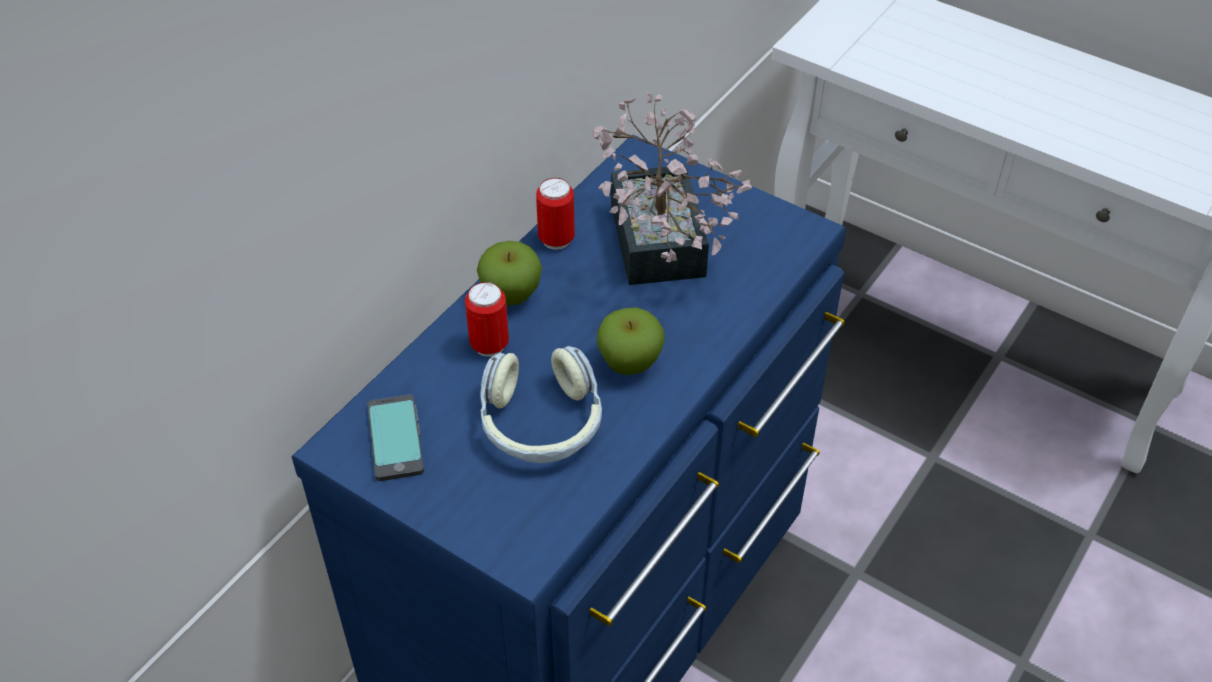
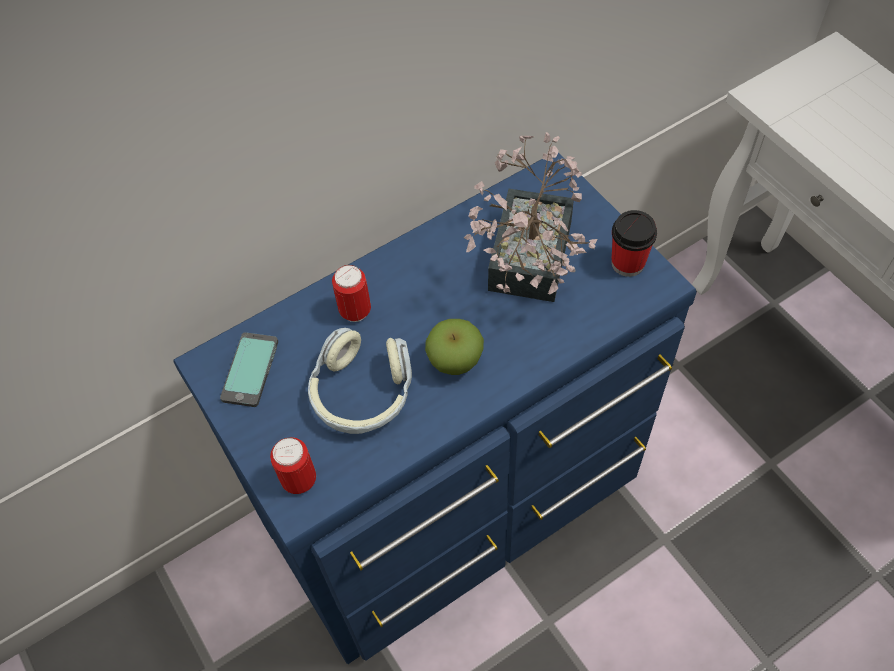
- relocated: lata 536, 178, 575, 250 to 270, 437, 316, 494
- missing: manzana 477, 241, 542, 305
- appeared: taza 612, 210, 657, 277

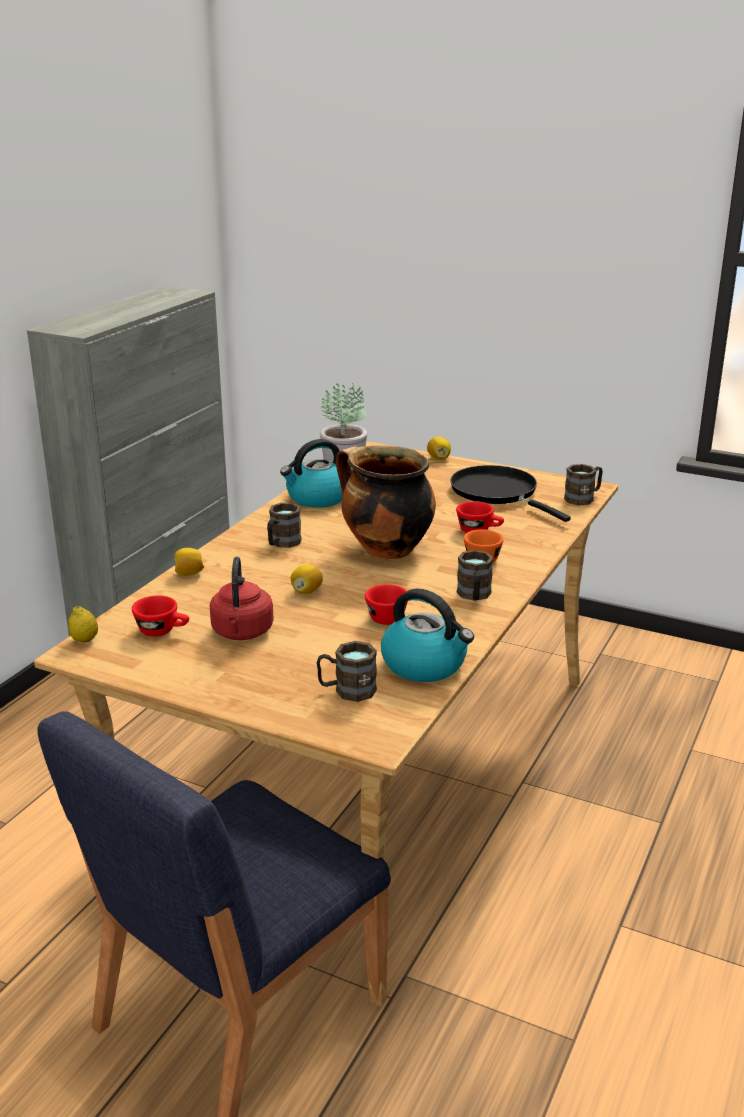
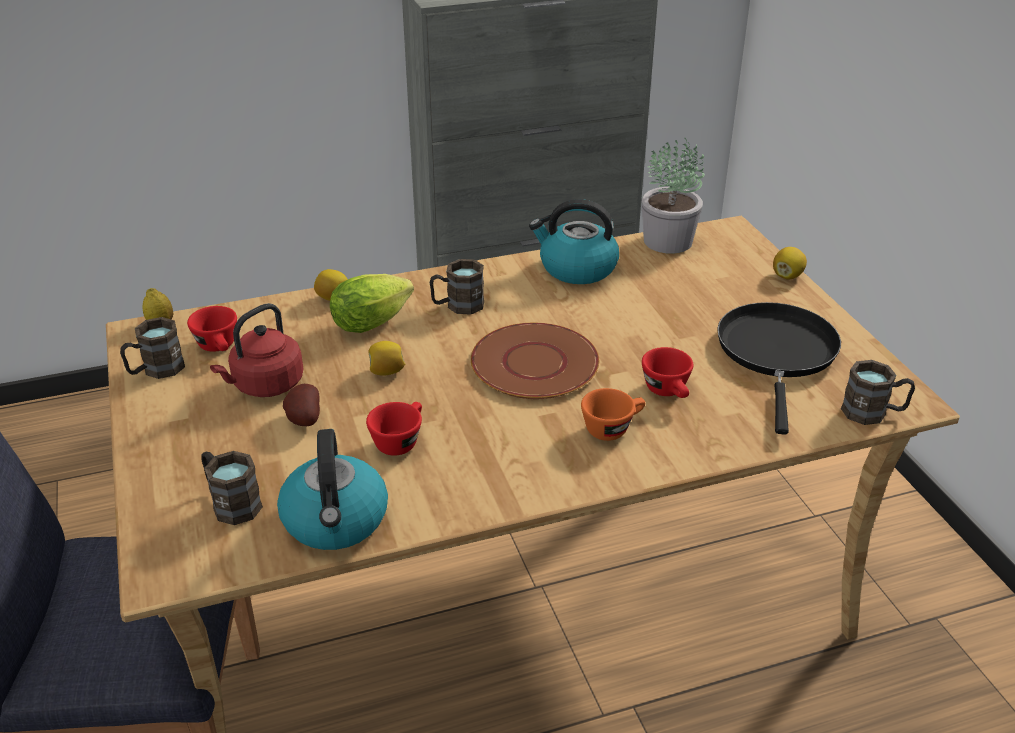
- exchanged: olla 336, 446, 436, 559 to plato/marrón 471, 323, 599, 399
- relocated: taza grande/marrón 457, 550, 493, 601 to 120, 317, 185, 379
- appeared: lechuga 330, 274, 414, 333
- appeared: patata 283, 384, 320, 426

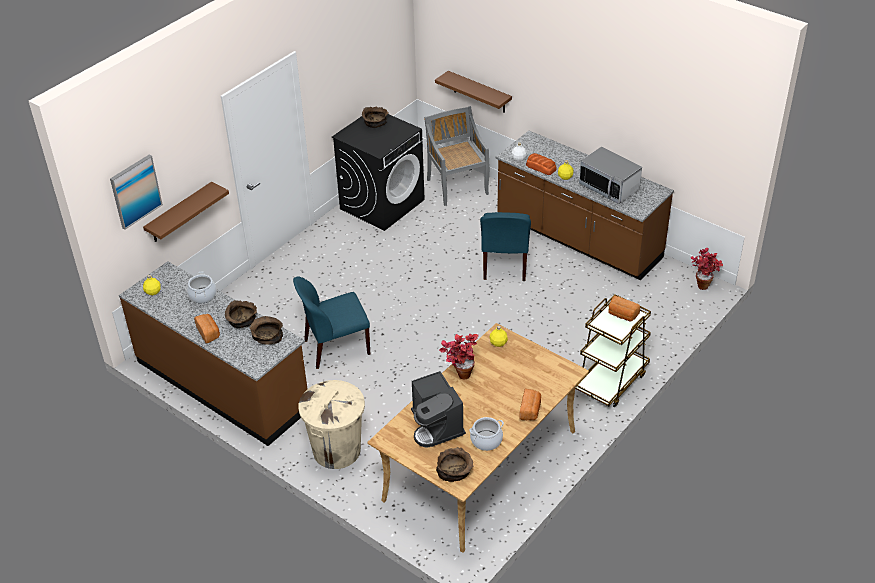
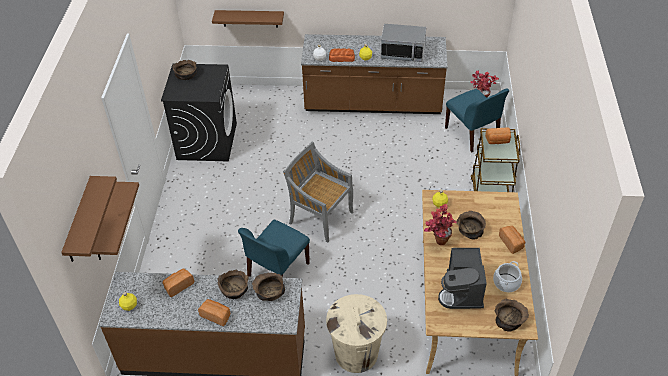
- relocated: silla/gris 424, 106, 490, 206 to 283, 142, 353, 243
- exchanged: cuadro 110, 155, 163, 229 to estante/marrón 61, 176, 117, 262
- relocated: silla/azul 480, 212, 531, 281 to 445, 89, 509, 153
- exchanged: olla 187, 272, 217, 303 to pan 163, 268, 194, 297
- spun: cafetera 411, 371, 466, 448 = 438, 248, 487, 309 60 degrees clockwise
- appeared: cuenco/marrón 457, 211, 486, 239

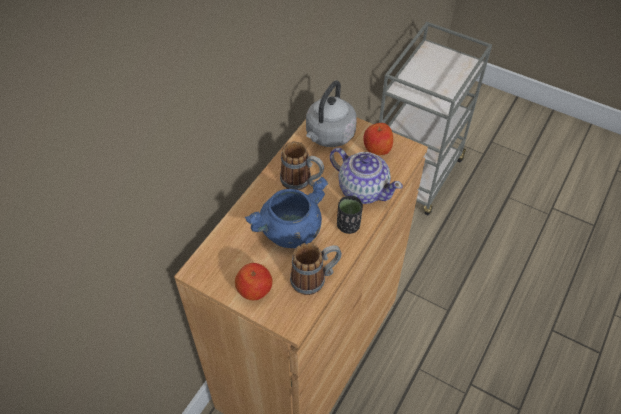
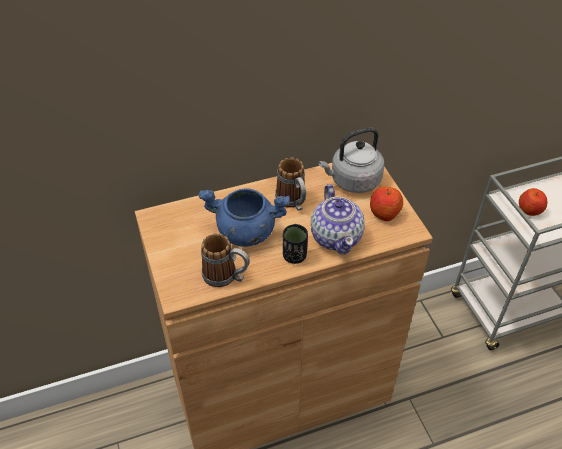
- relocated: manzana 235, 263, 273, 301 to 519, 188, 547, 216

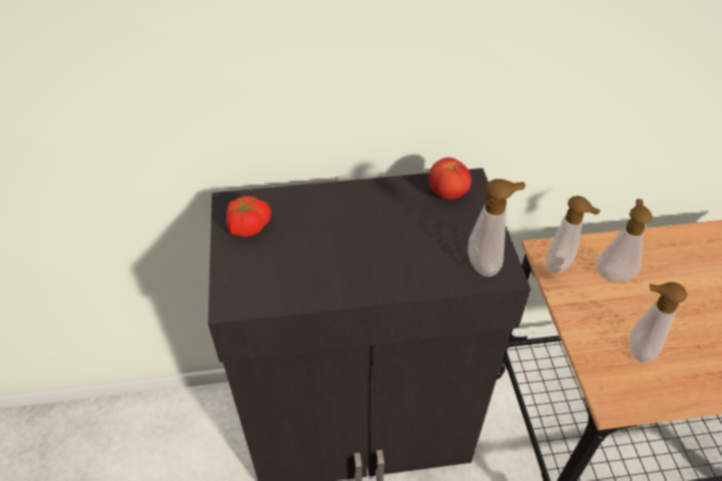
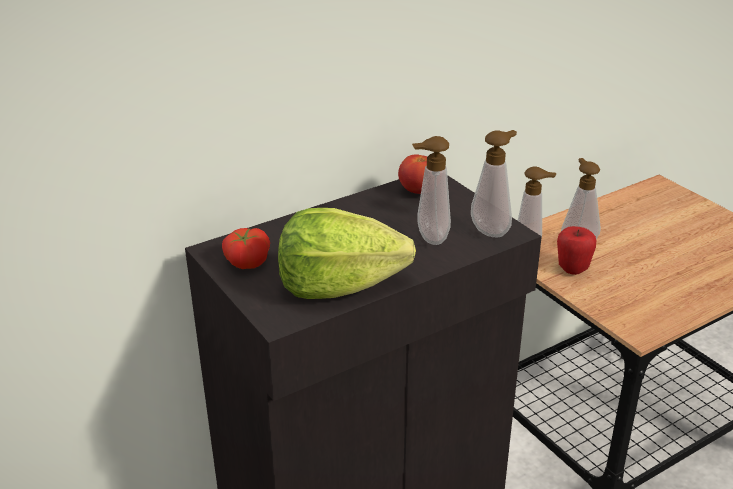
- relocated: dispensador de jabón 629, 282, 687, 363 to 412, 136, 451, 245
- appeared: lechuga 278, 208, 416, 299
- appeared: manzana 557, 226, 596, 275

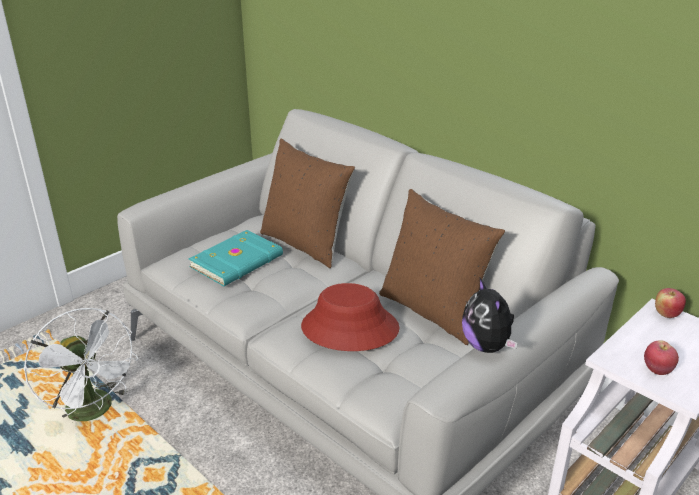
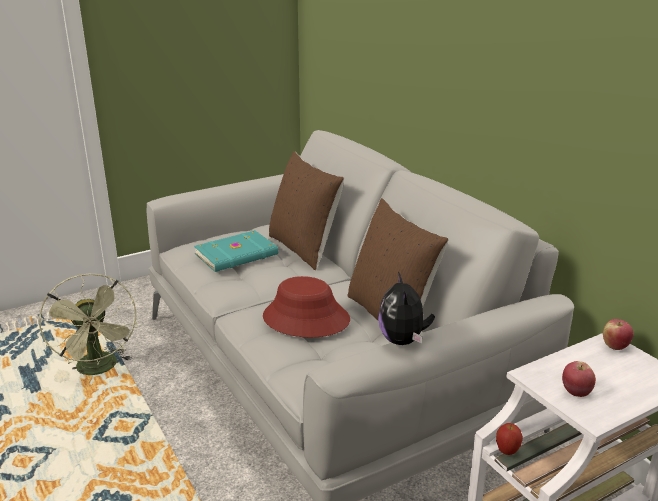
- colour: ventilador/blanco 24, 308, 139, 424 to ventilador/verde 39, 274, 138, 375
- appeared: manzana 496, 423, 523, 455

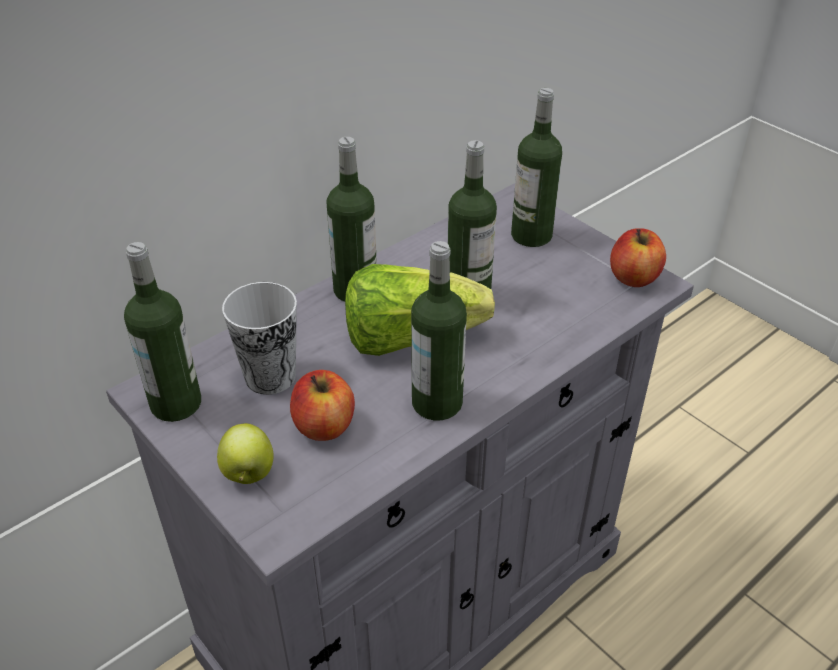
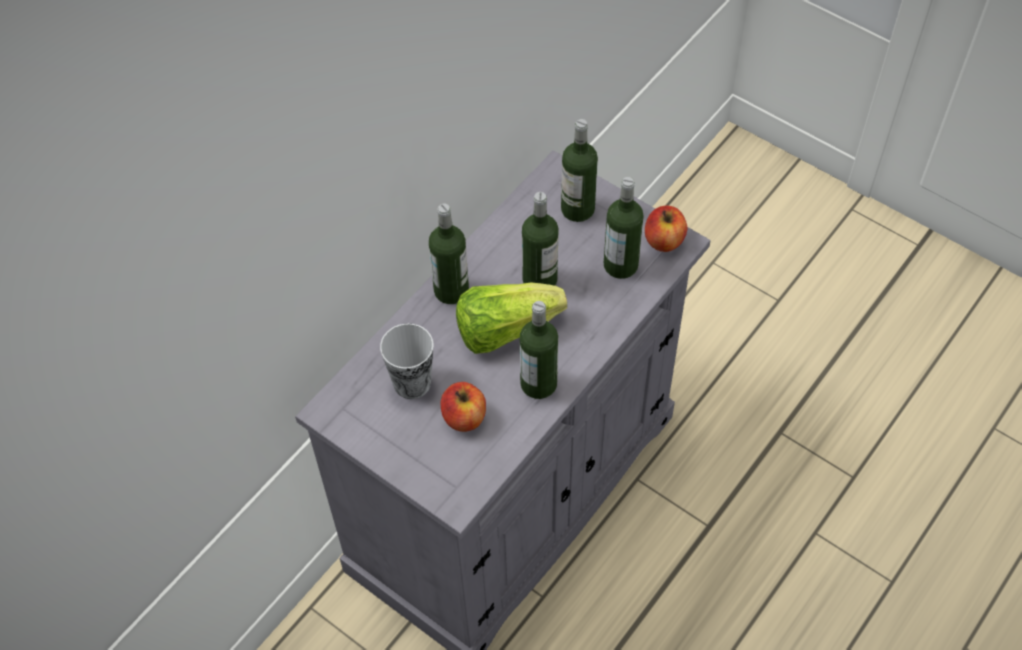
- relocated: botella 124, 242, 201, 422 to 604, 177, 644, 279
- missing: manzana 217, 423, 274, 484

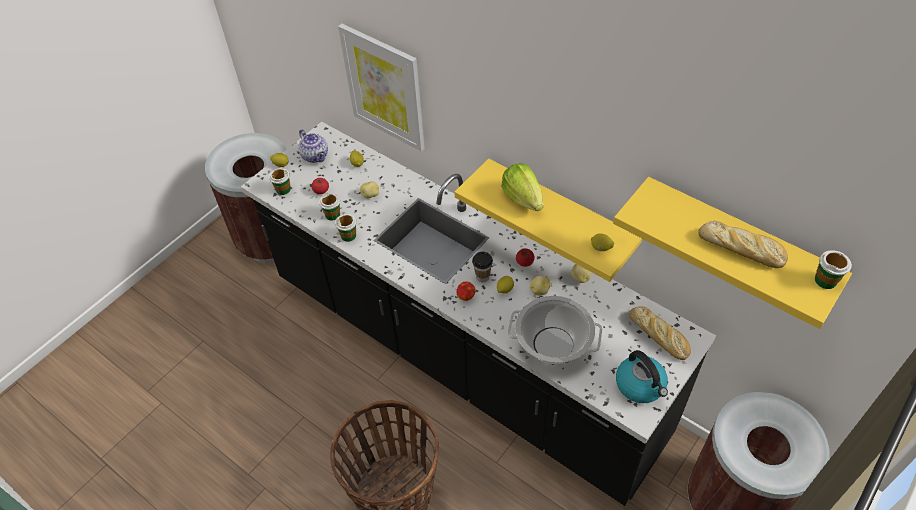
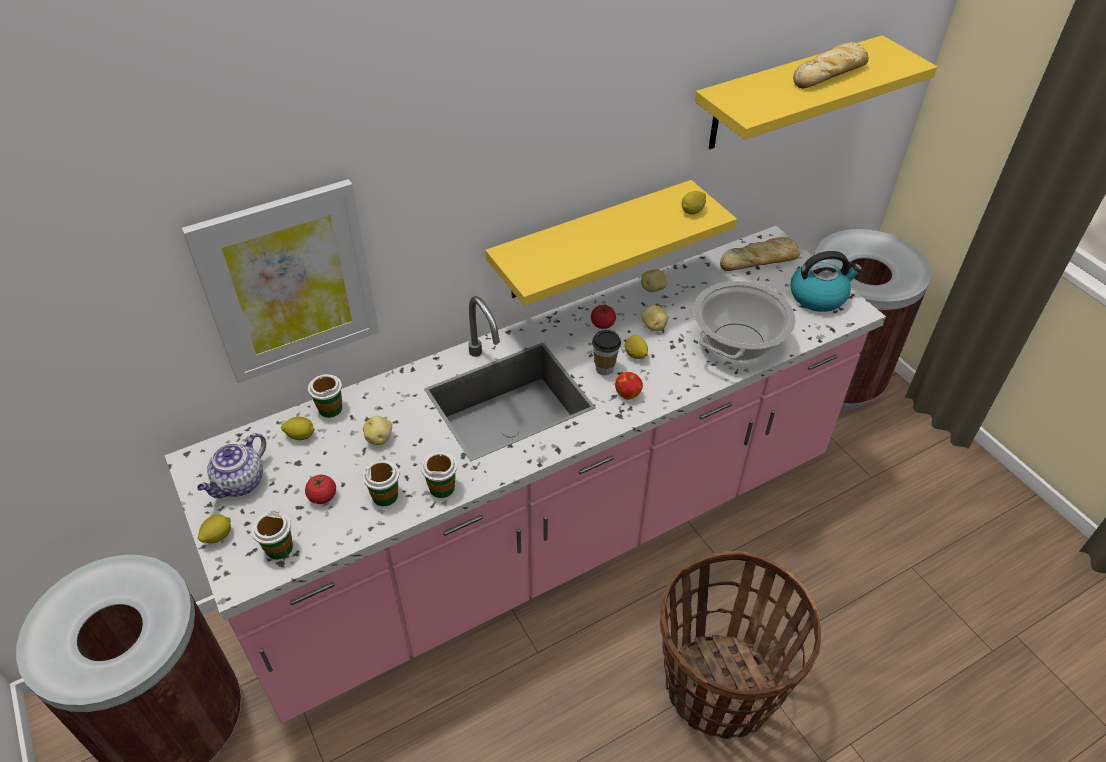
- colour: mueble bajo de cocina/negro 241, 122, 716, 506 to mueble bajo de cocina/rosa 165, 226, 886, 724
- spun: tetera 298, 129, 328, 163 = 197, 433, 266, 498 135 degrees clockwise
- missing: lechuga 501, 163, 543, 211
- relocated: taza 815, 251, 852, 289 to 308, 374, 342, 418

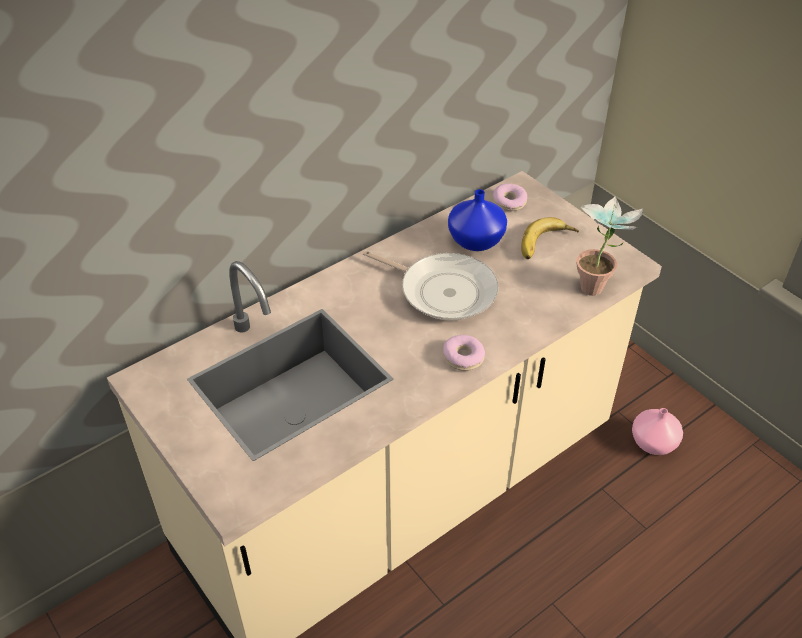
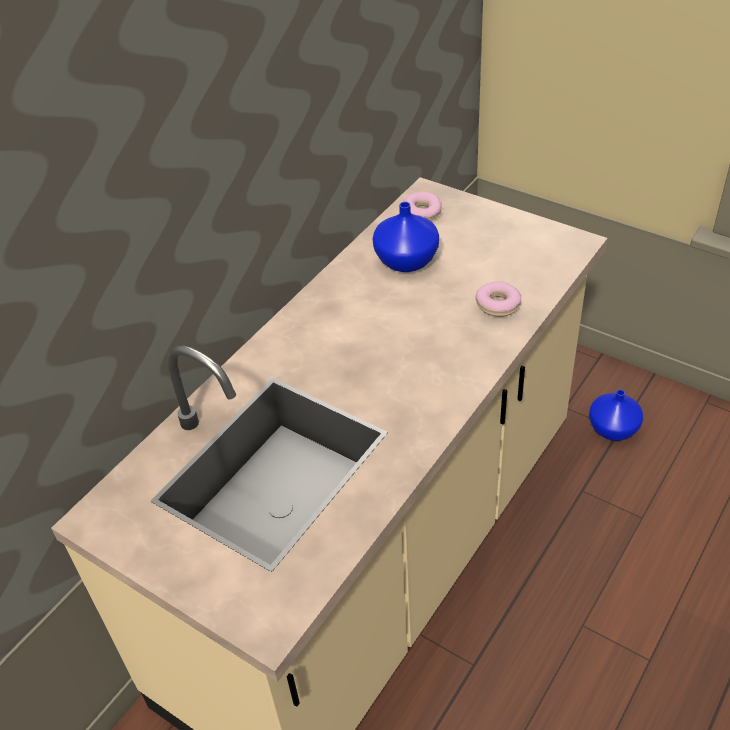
- missing: planta en maceta 576, 196, 643, 296
- missing: plátano 521, 217, 579, 259
- missing: sartén 363, 250, 498, 321
- relocated: rosquilla 443, 335, 485, 371 to 475, 281, 521, 317
- colour: florero/rosa 632, 408, 683, 455 to florero/azul 589, 390, 643, 441

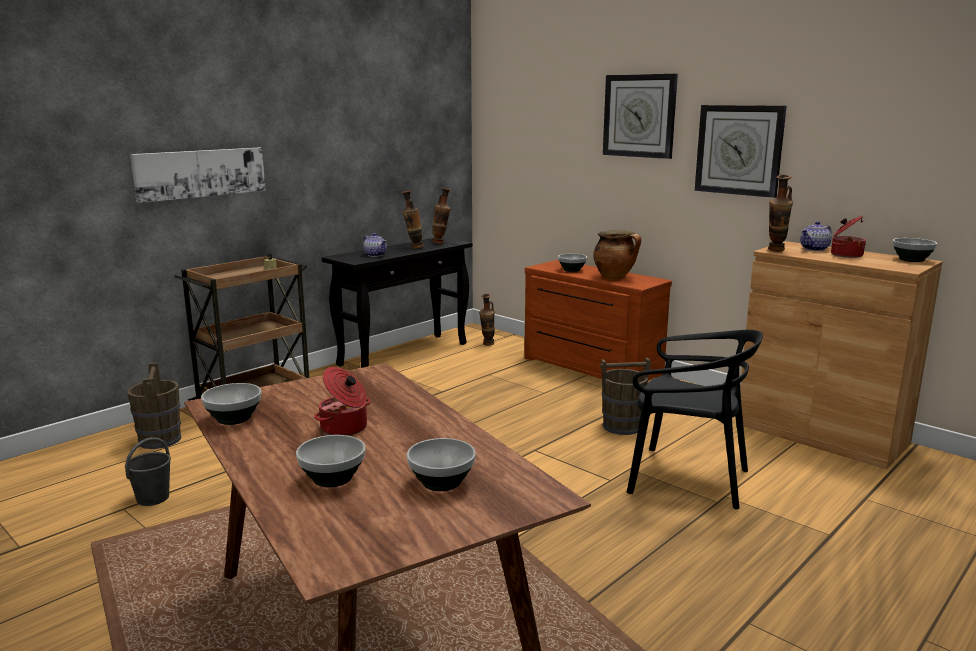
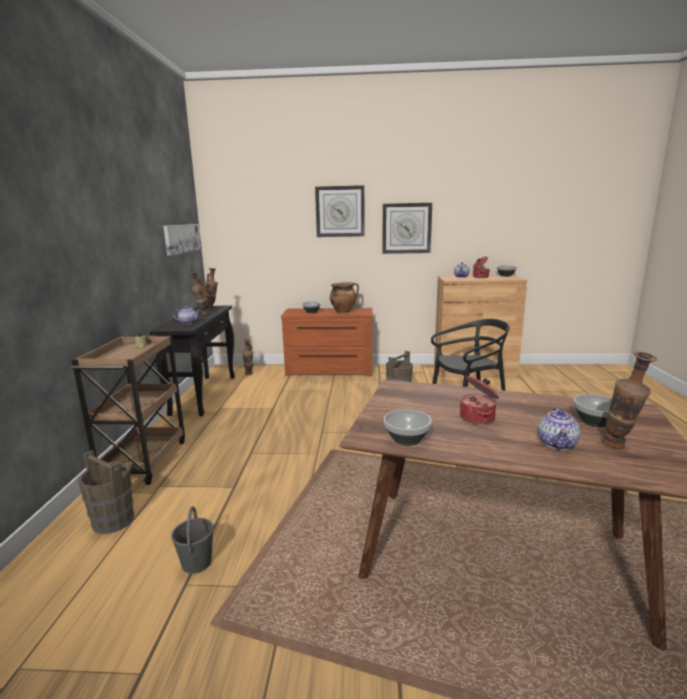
- relocated: cuadro 130, 148, 266, 203 to 163, 224, 202, 256
- relocated: florero 768, 175, 793, 252 to 601, 352, 657, 449
- exchanged: cuenco 296, 435, 365, 487 to tetera 538, 407, 580, 450

